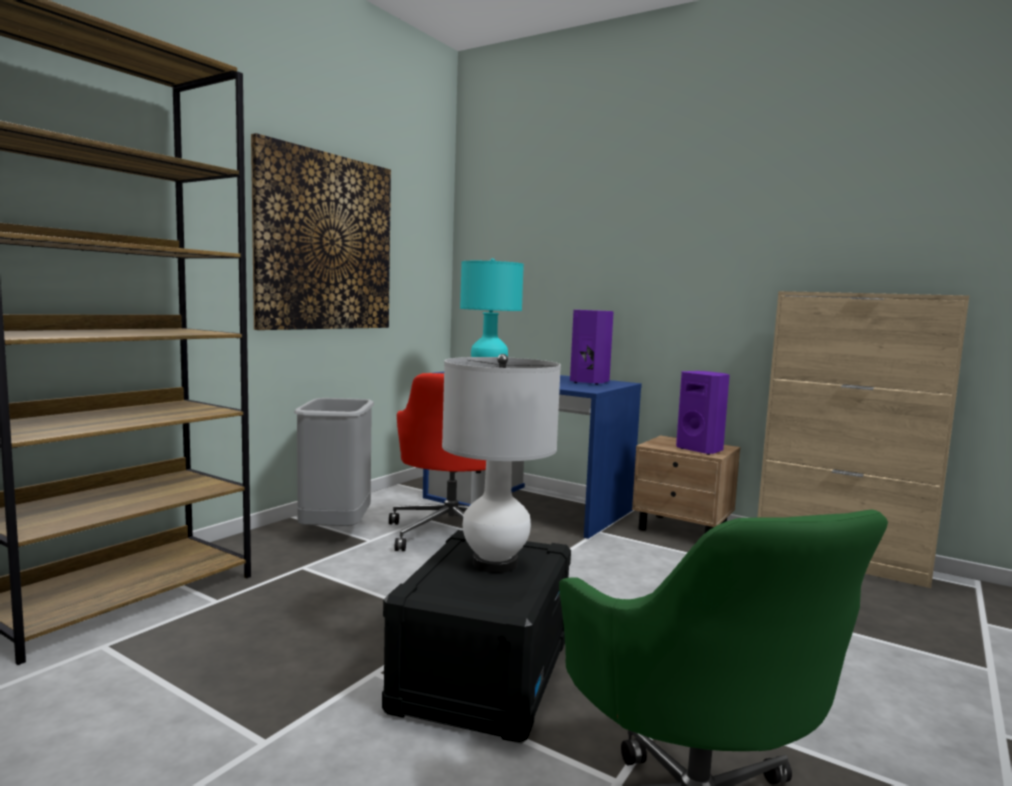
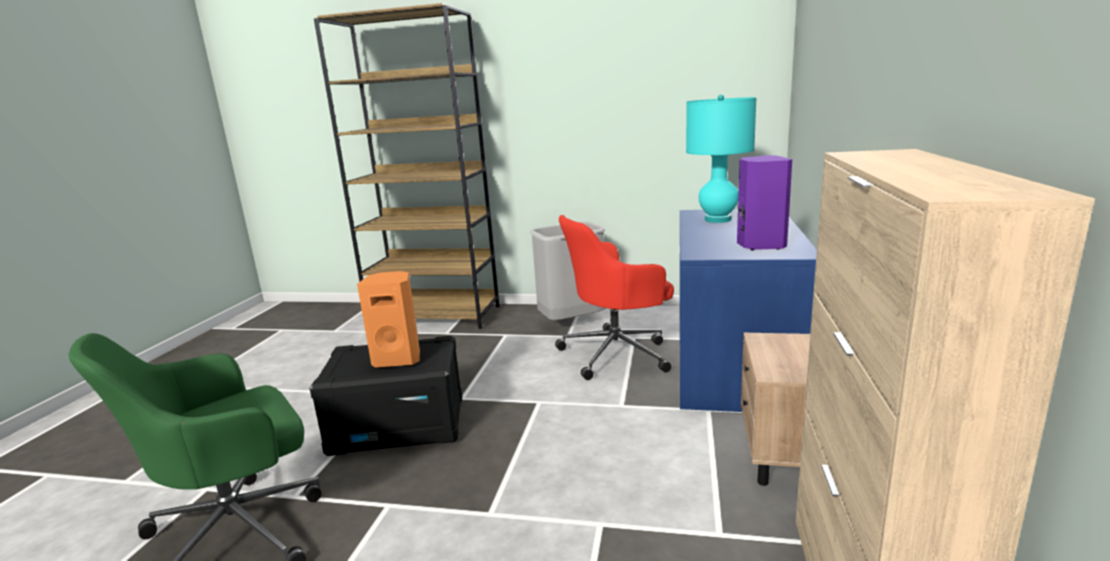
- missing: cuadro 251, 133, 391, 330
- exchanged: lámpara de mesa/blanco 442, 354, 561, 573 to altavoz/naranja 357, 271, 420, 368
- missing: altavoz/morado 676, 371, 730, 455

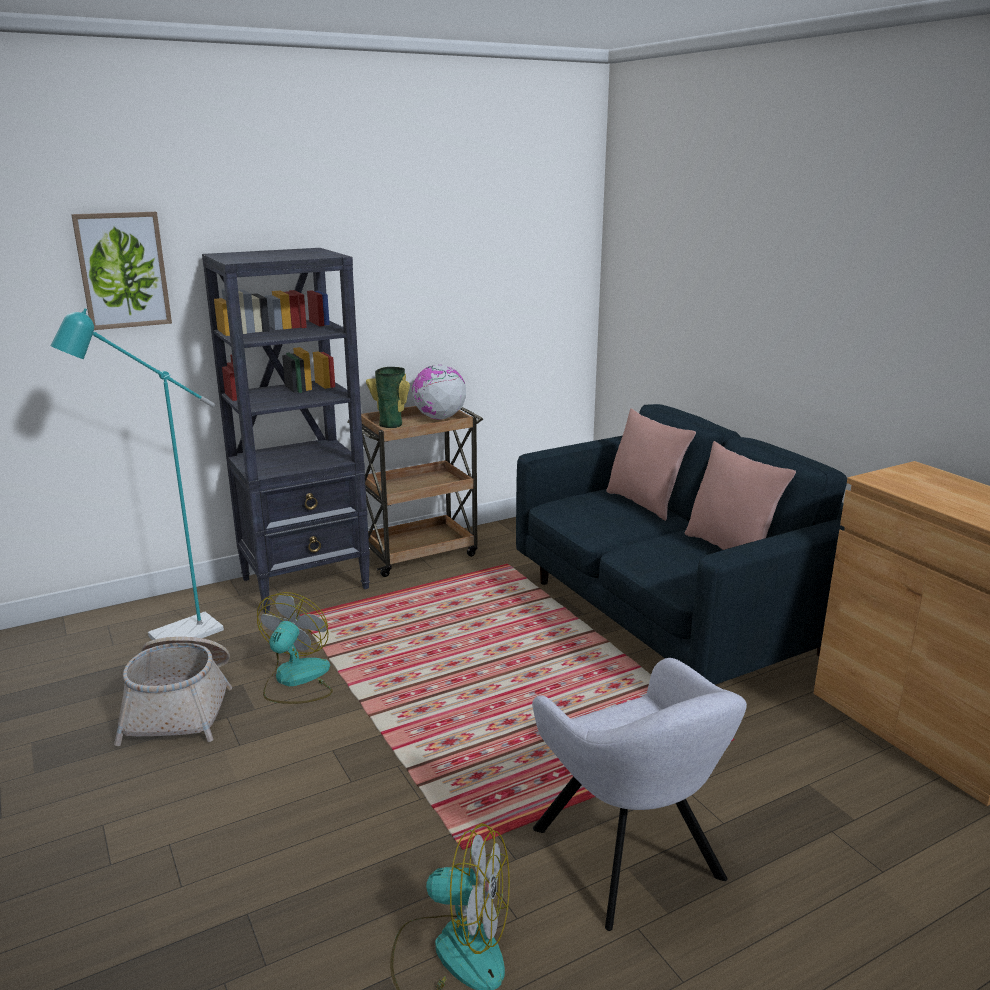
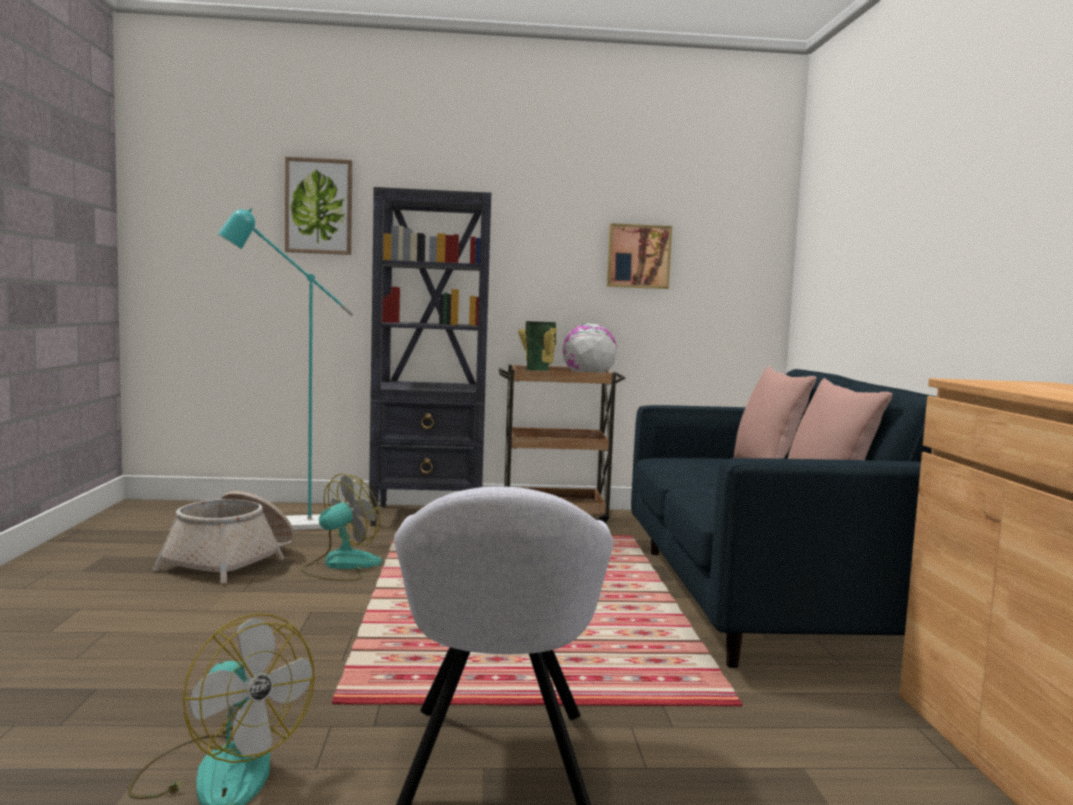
- appeared: cuadro 607, 223, 672, 289

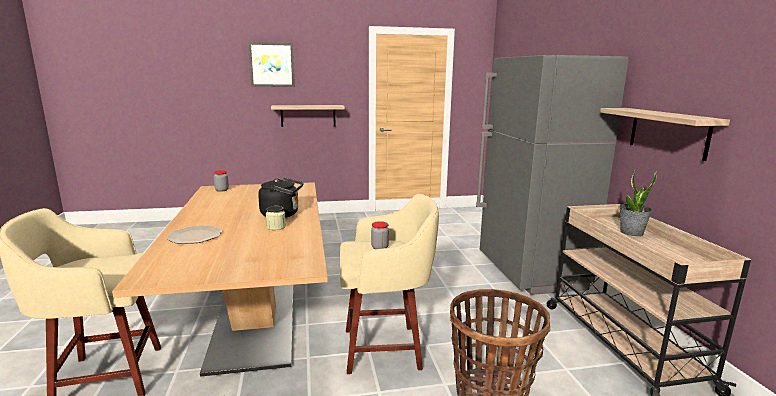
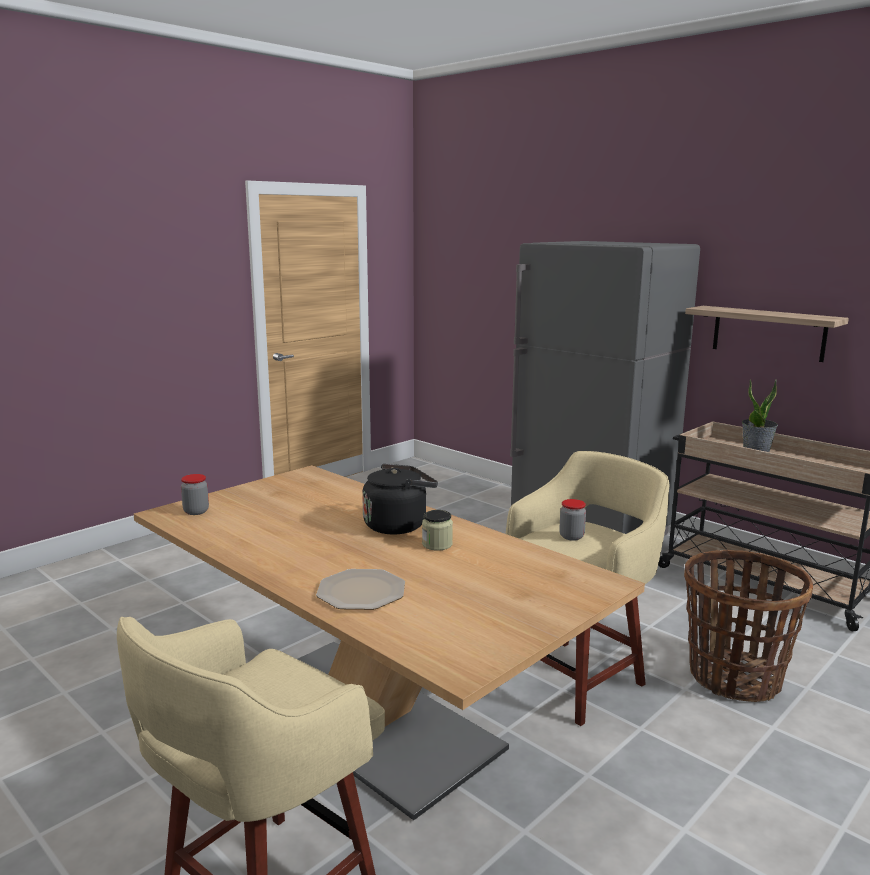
- missing: cuadro 248, 42, 295, 87
- missing: estante 271, 105, 345, 127

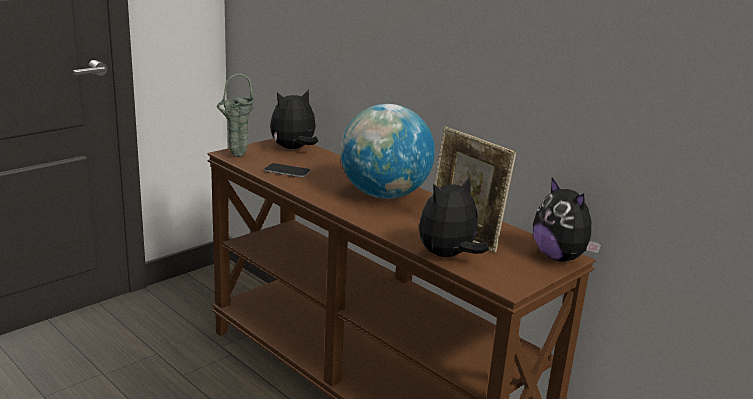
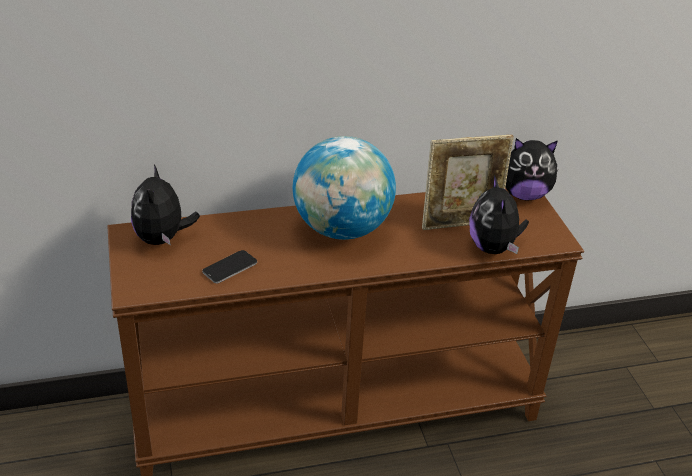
- missing: florero/verde 217, 74, 254, 157

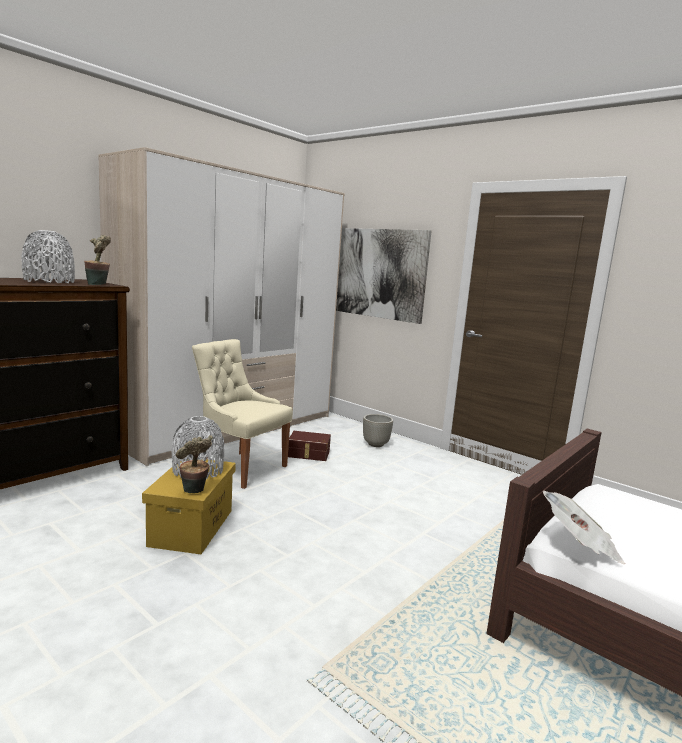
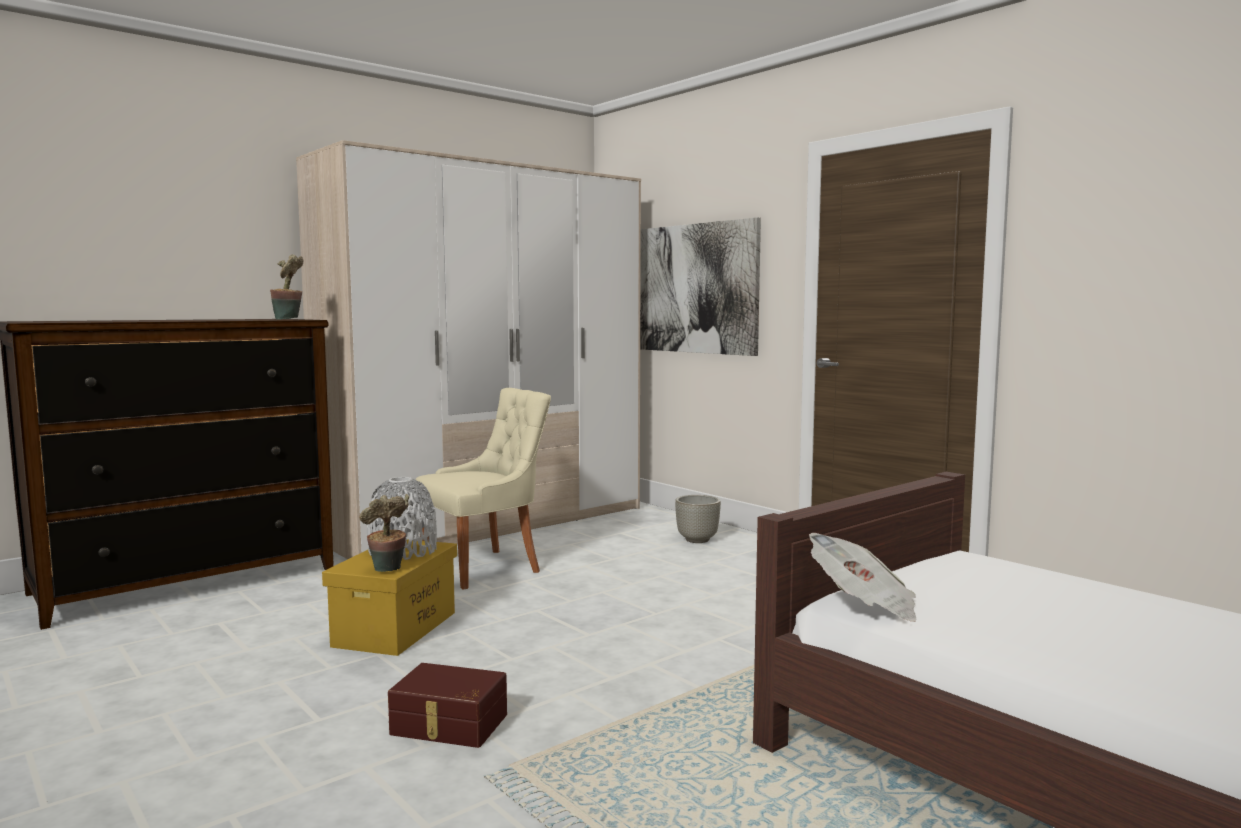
- missing: florero/gris 21, 230, 75, 283
- spun: silla/beis 192, 339, 293, 489 = 415, 388, 551, 590 105 degrees clockwise
- relocated: caja de almacenaje/marrón 288, 431, 331, 461 to 388, 663, 507, 748

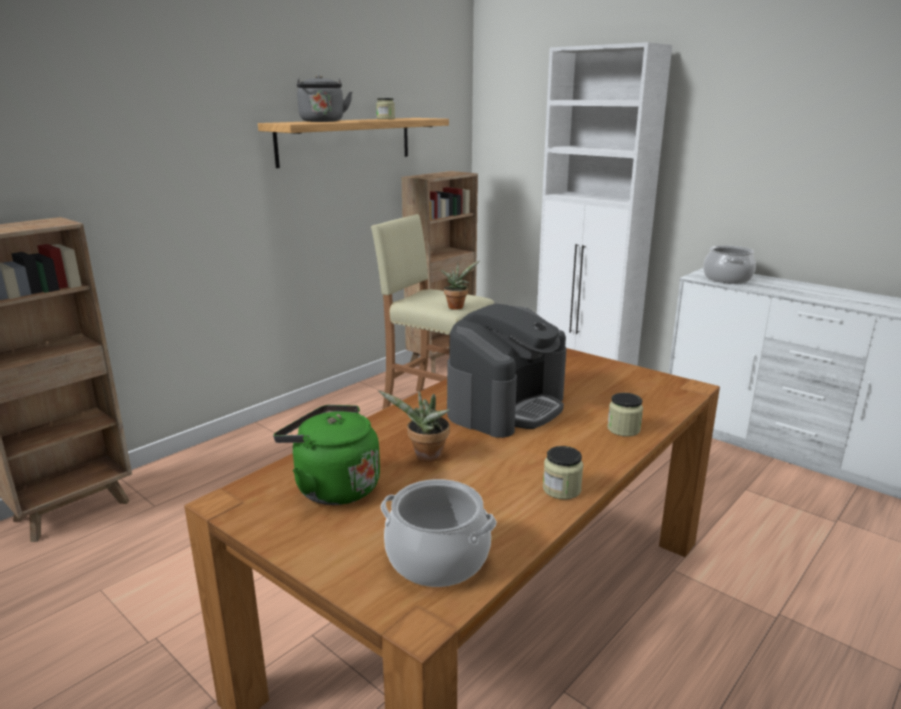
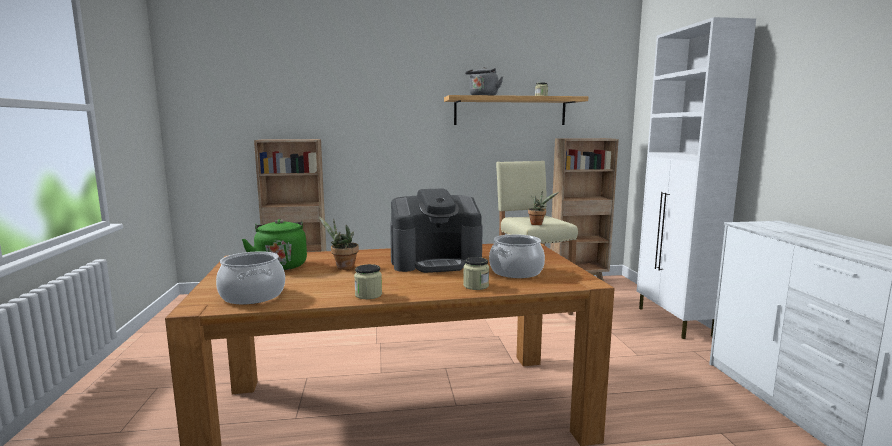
- relocated: olla 703, 245, 756, 284 to 489, 234, 545, 278

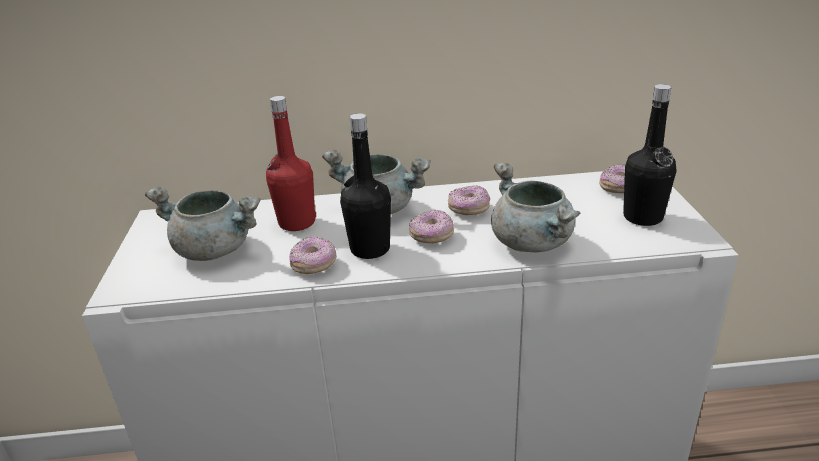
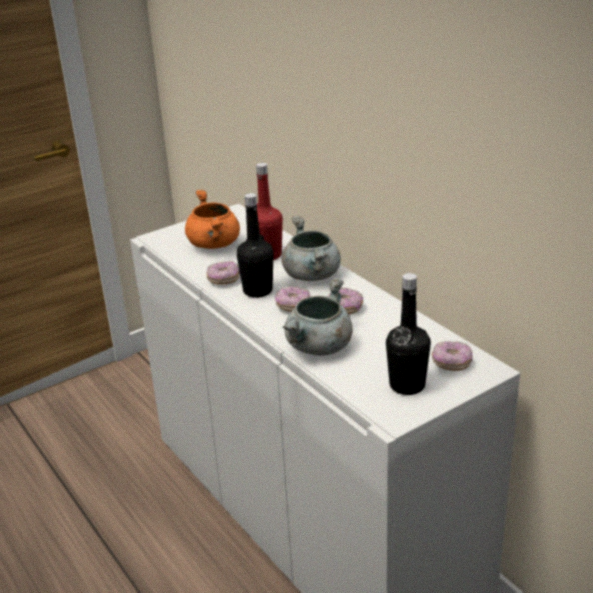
- colour: olla/gris 145, 187, 260, 261 to olla/naranja 185, 190, 240, 249

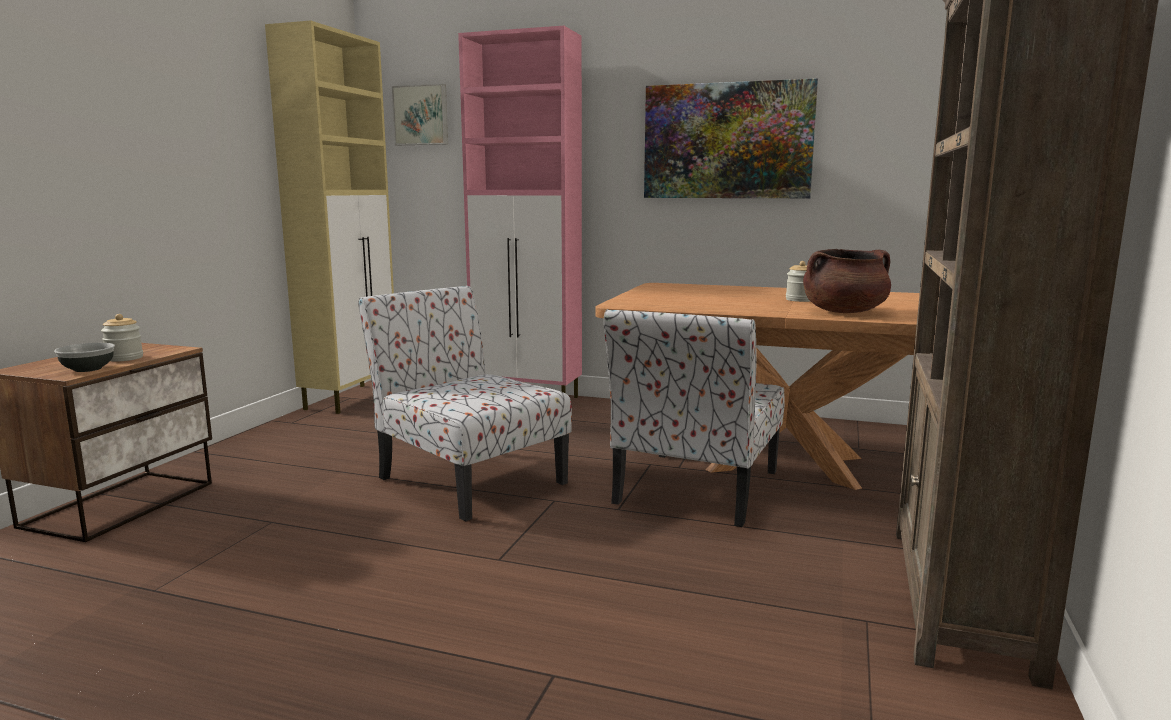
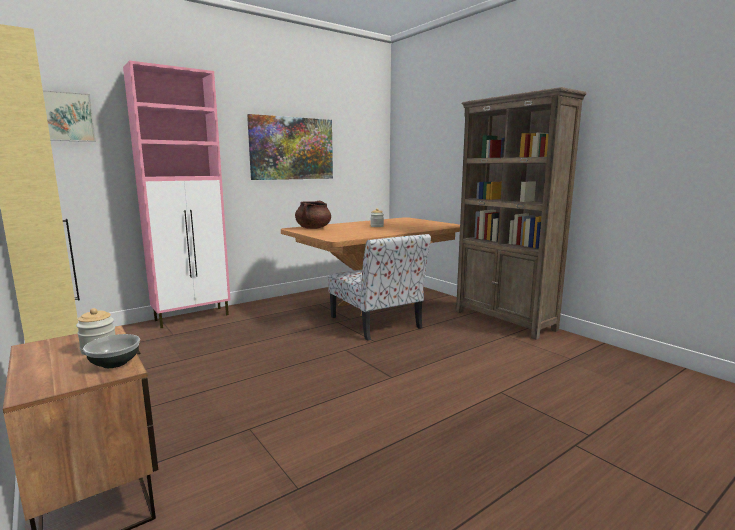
- relocated: olla/marrón 803, 249, 891, 313 to 295, 201, 331, 229
- missing: silla 358, 286, 572, 521

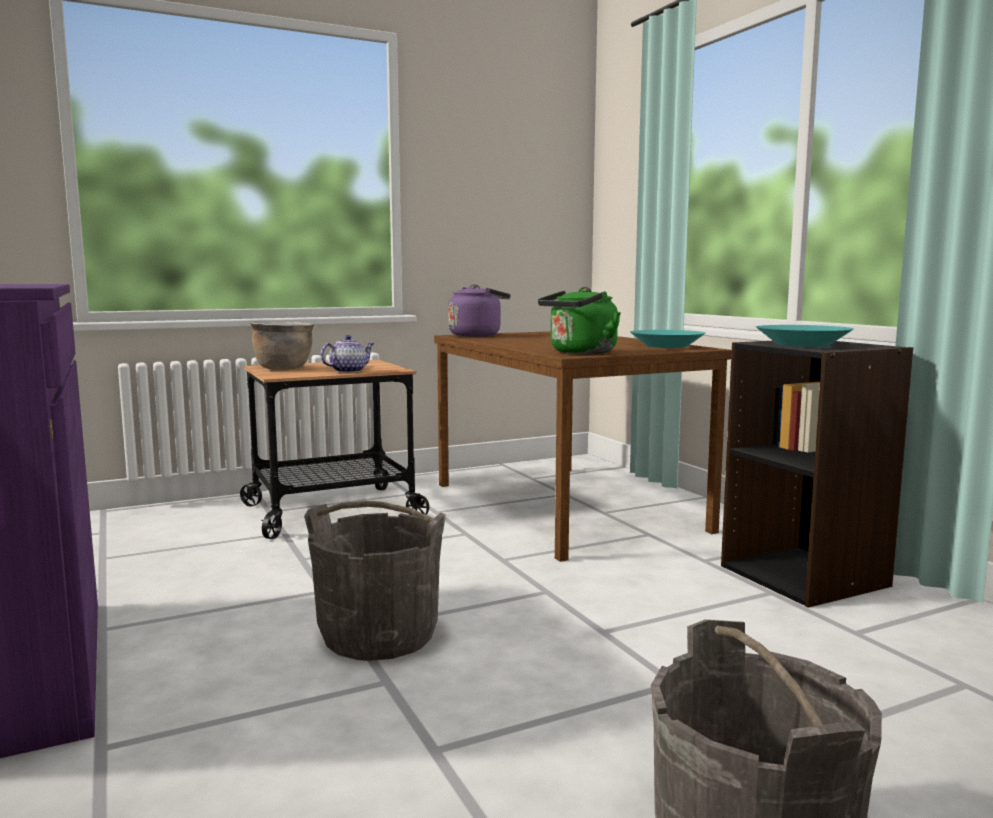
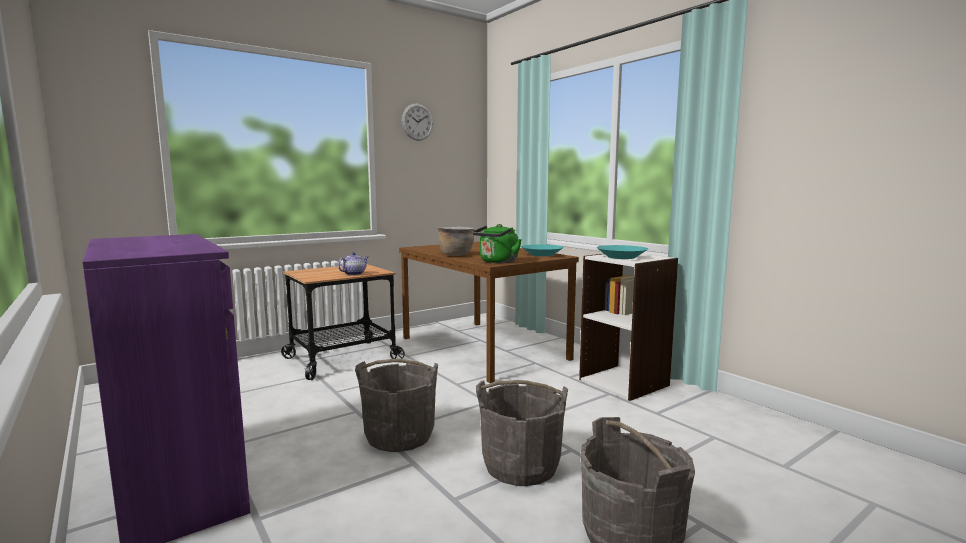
- missing: hervidor/morado 448, 284, 511, 337
- relocated: olla/marrón 250, 322, 314, 370 to 437, 227, 475, 256
- colour: estantería/negro 721, 341, 913, 608 to estantería/blanco 579, 254, 678, 401
- appeared: reloj de pared 402, 104, 433, 141
- appeared: cubo/gris 476, 380, 568, 486

